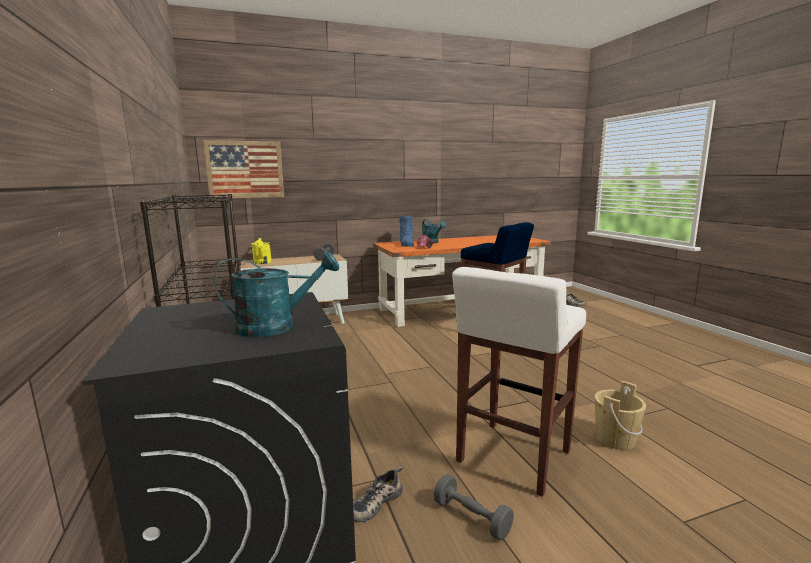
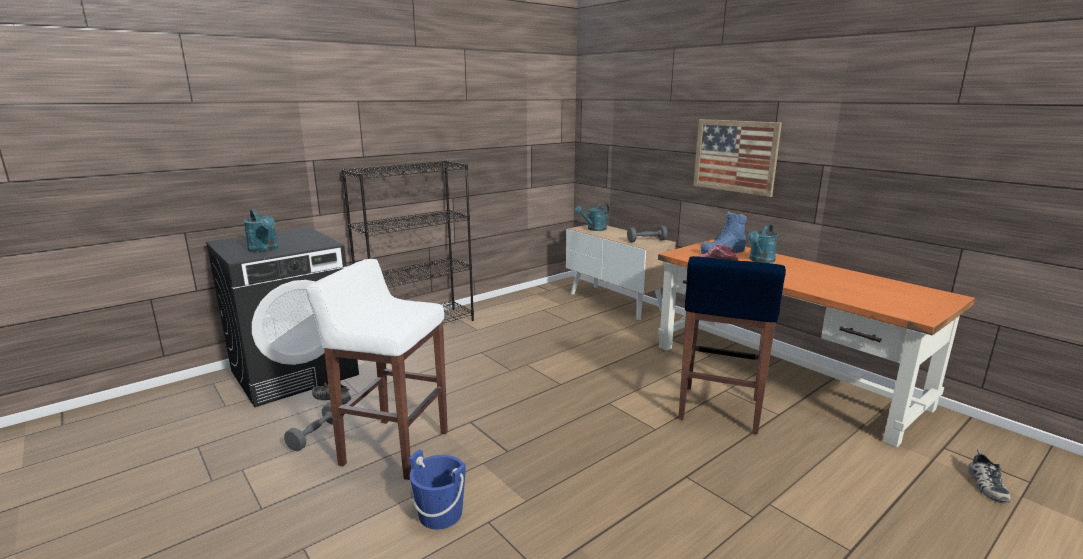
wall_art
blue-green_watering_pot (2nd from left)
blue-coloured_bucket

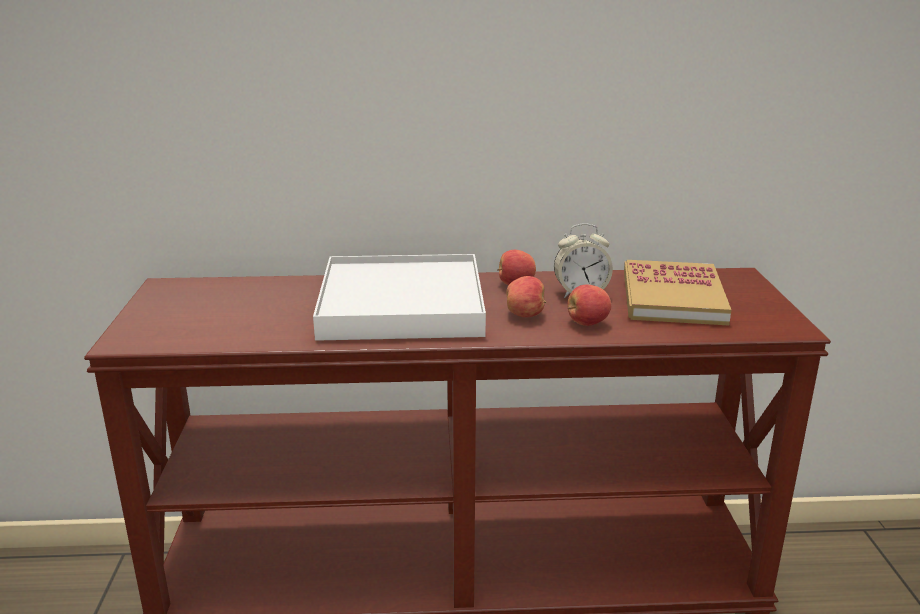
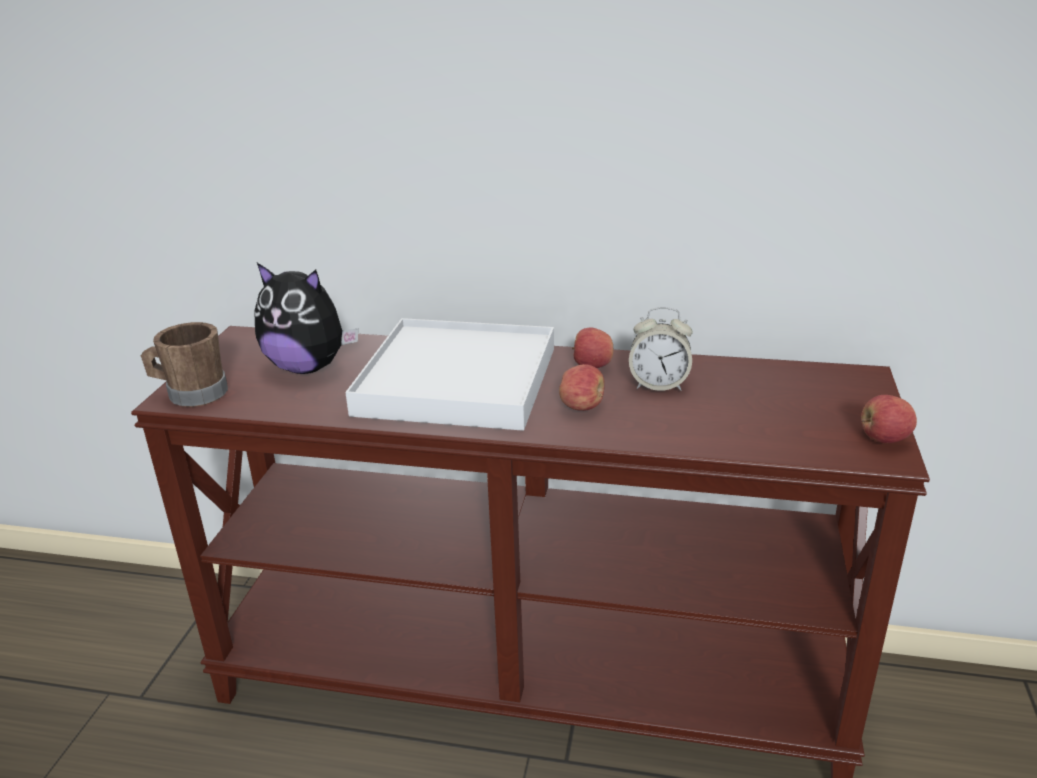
whole_apple (3rd from left)
bound_book
brownish_mug
soft_toy

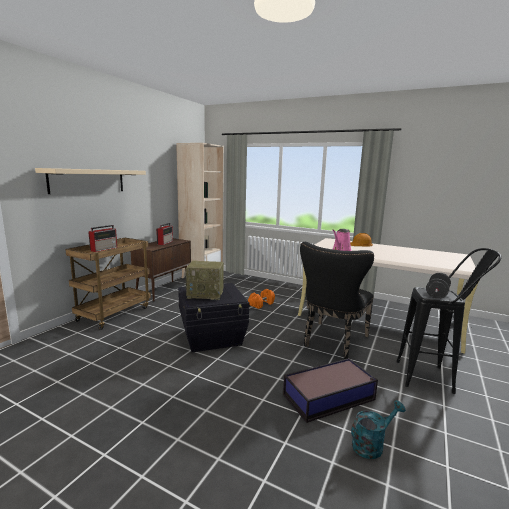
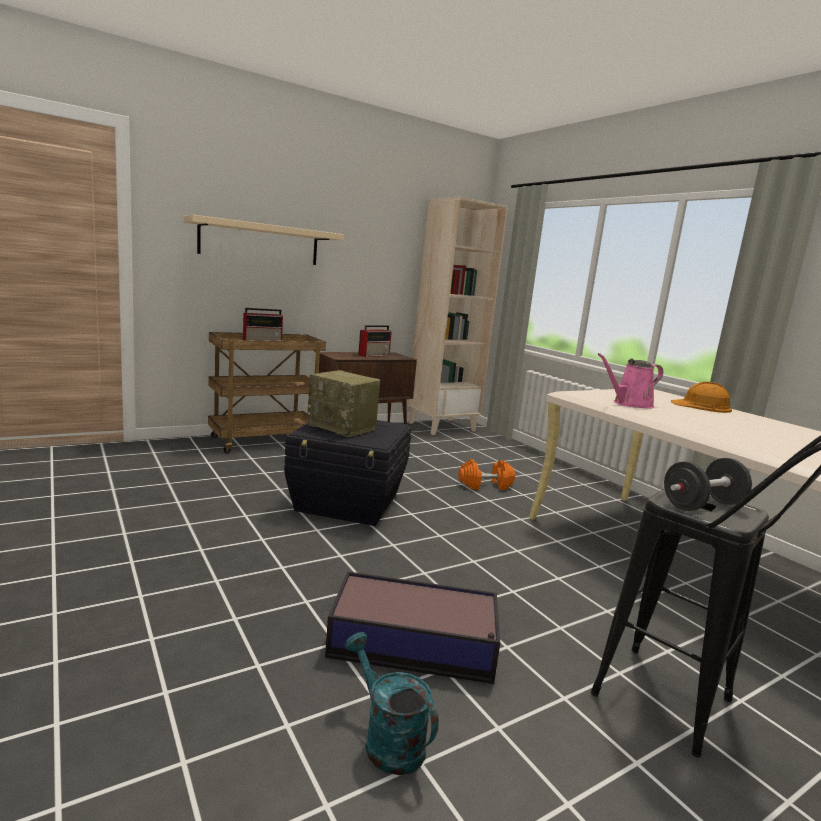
black_upright_chair
blue-green_watering_pot

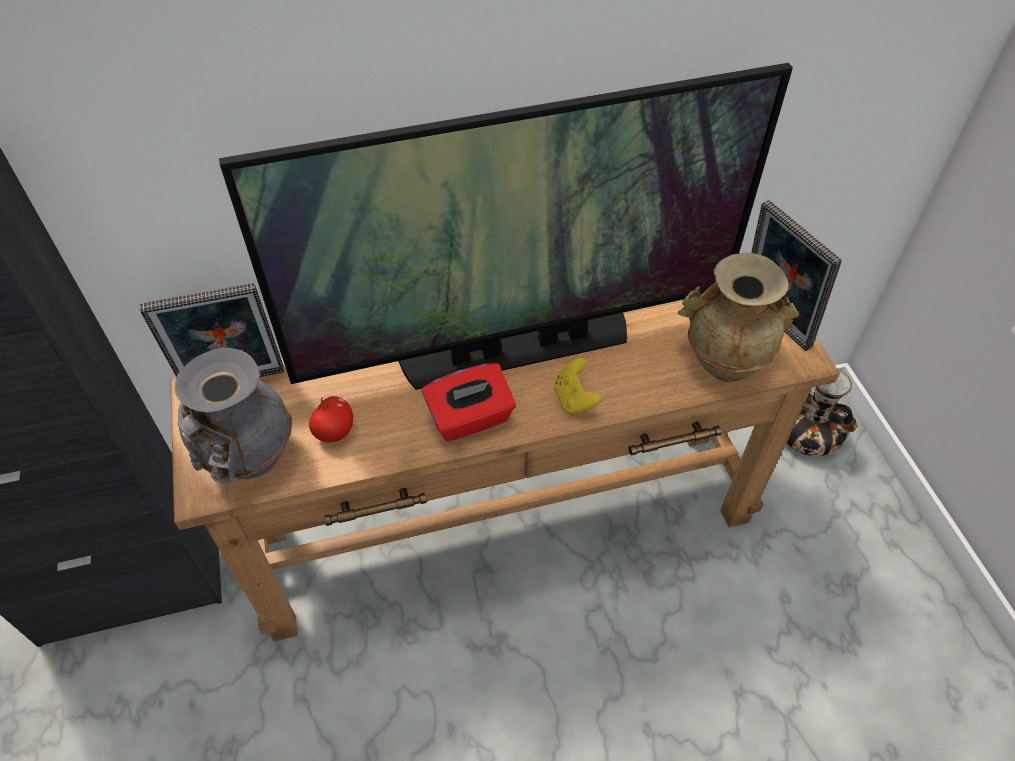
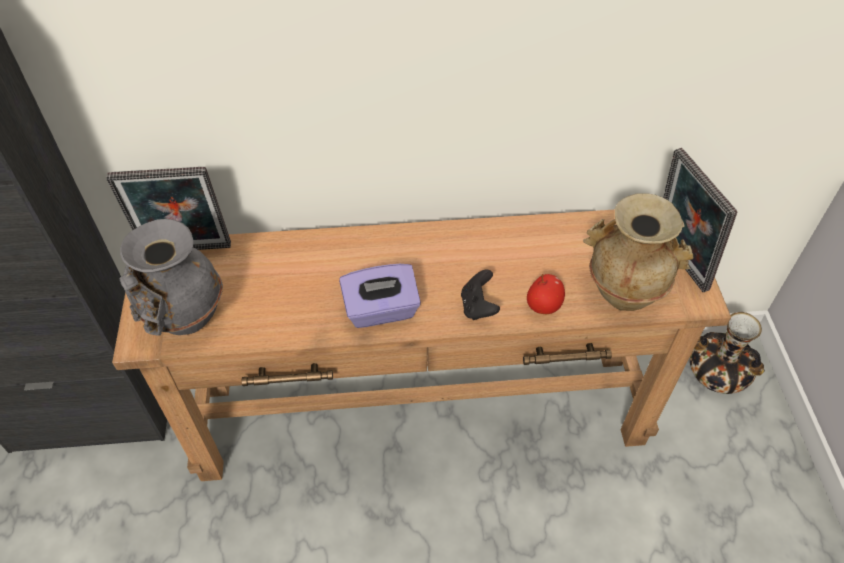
TV
whole_apple
purple_tissue_box
black_gamepad

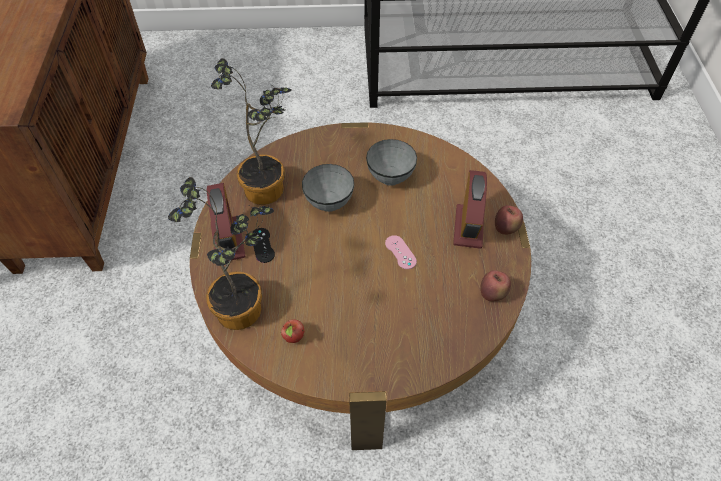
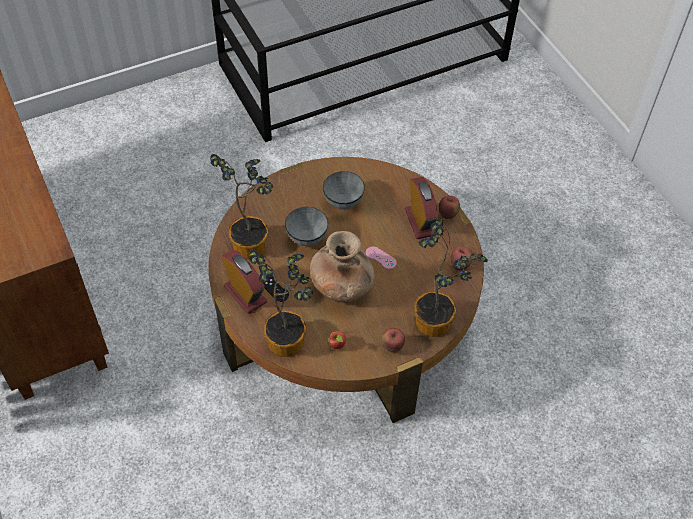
brownish_flower_vase
whole_apple (2nd from left)
potted_plant (3rd from left)

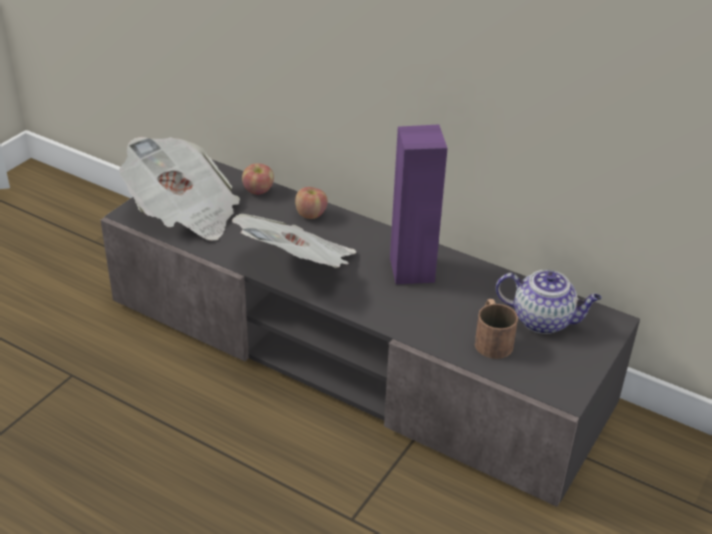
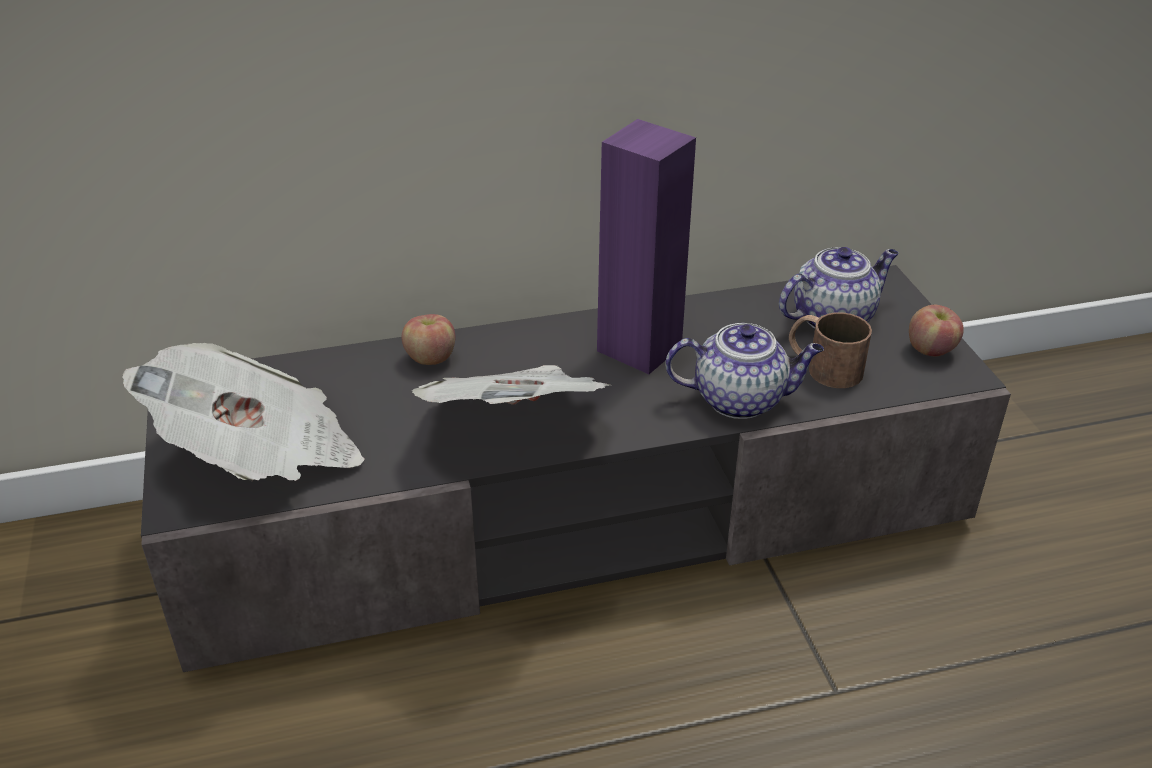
whole_apple (2nd from left)
teapot (1st from left)

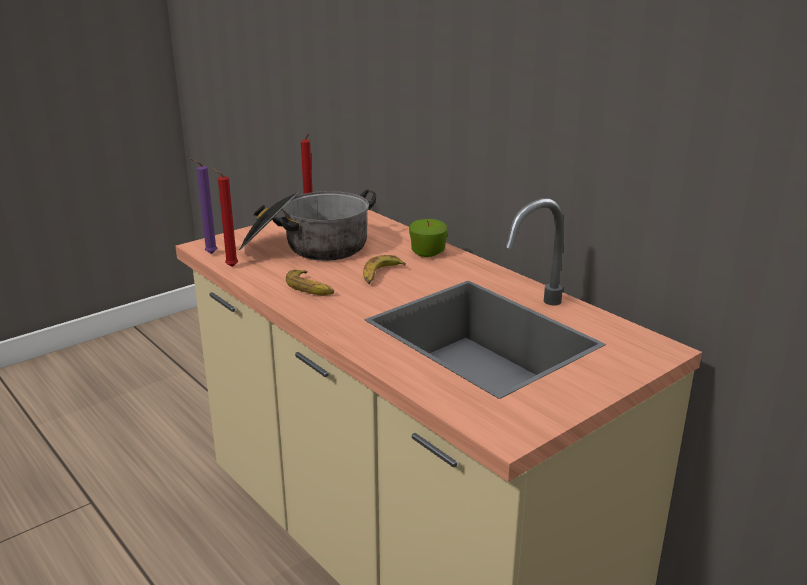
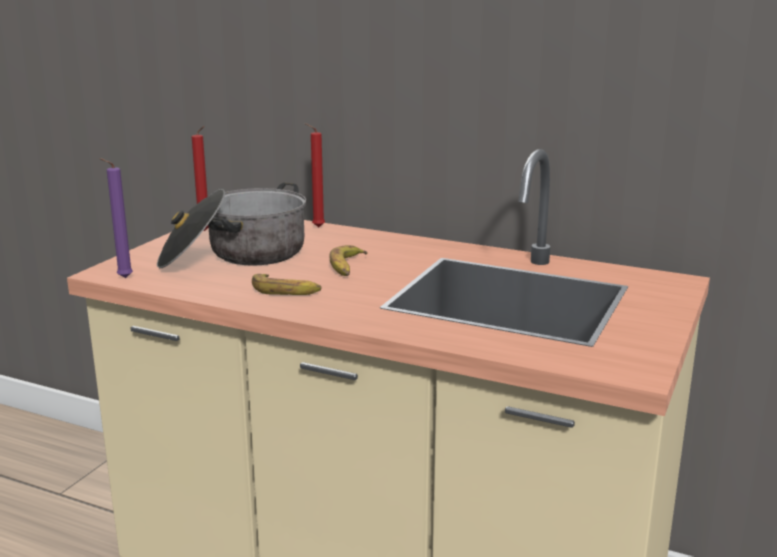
reddish_candle (2nd from left)
whole_apple

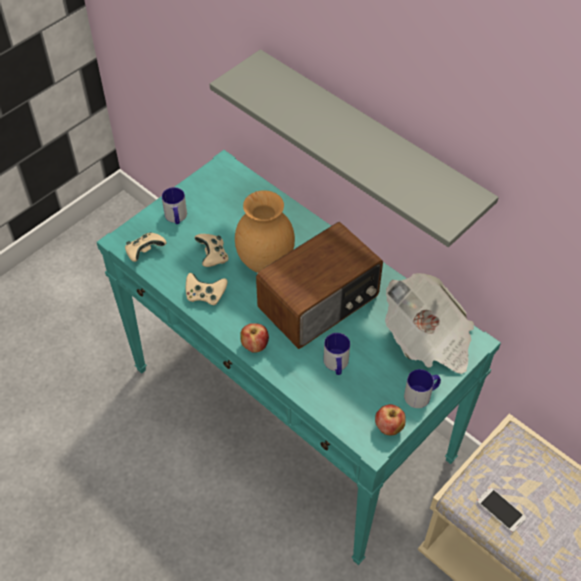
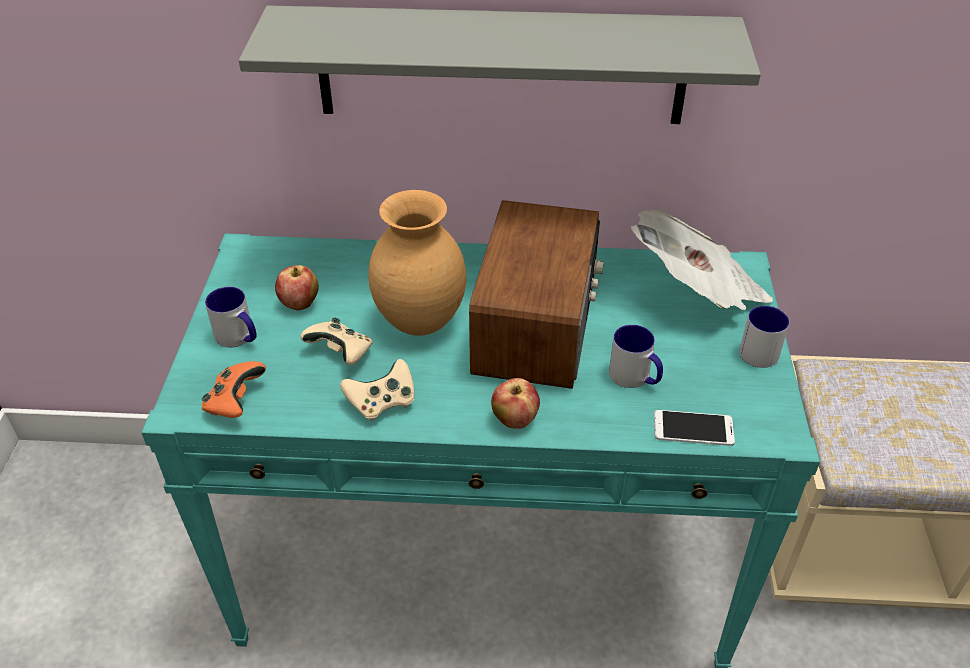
orange-coloured_gamepad
whole_apple (1st from left)
telephone

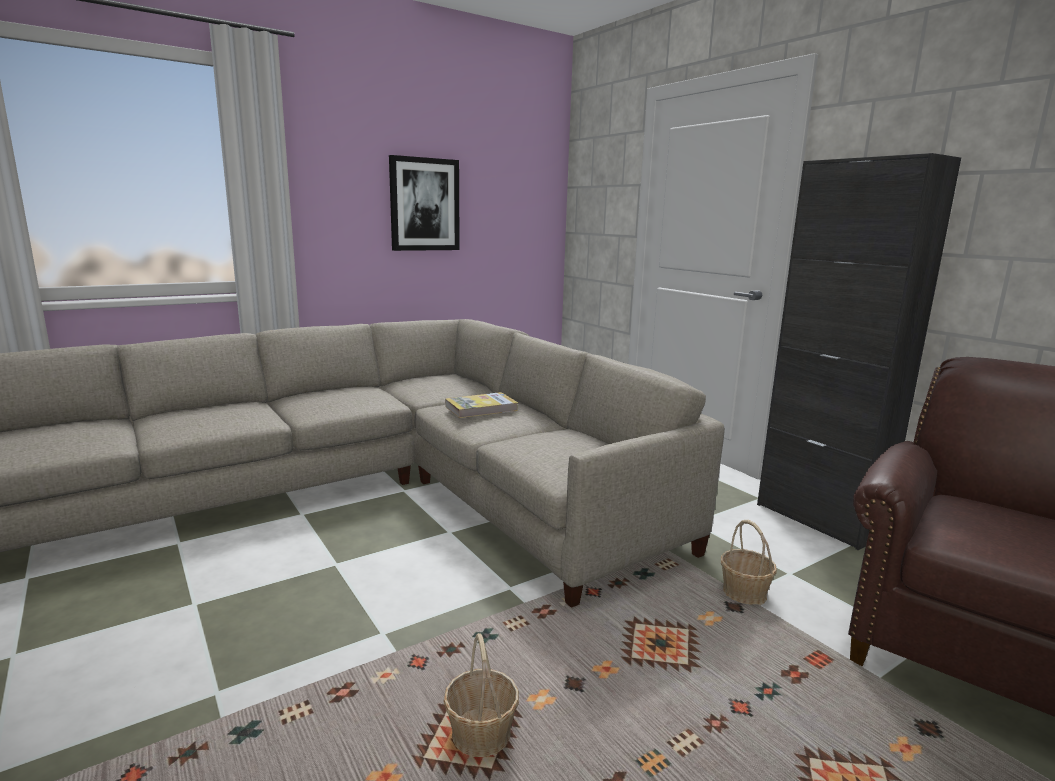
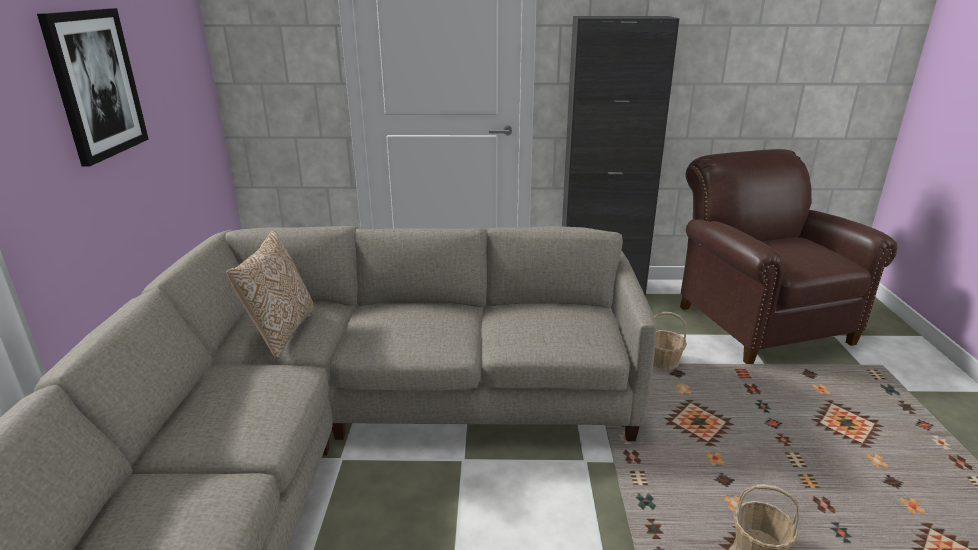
bound_book
pillow

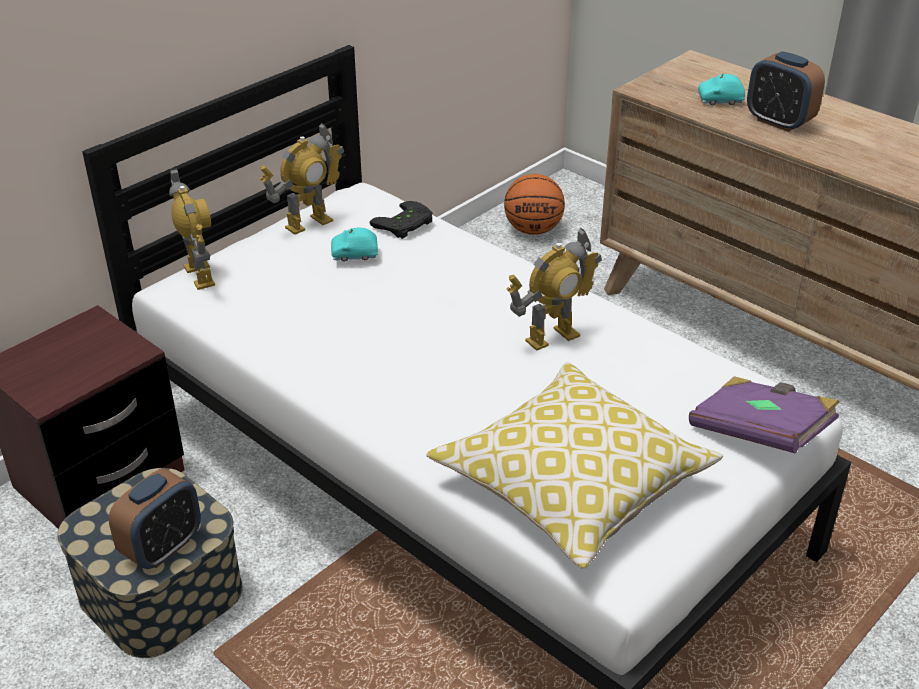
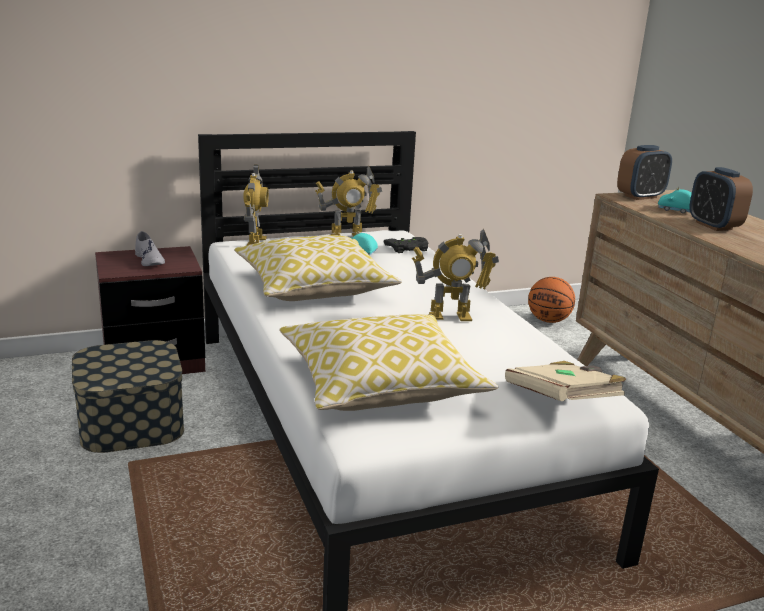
alarm_clock (1st from left)
beige-coloured_bound_book
grey_item_of_footwear
pillow (1st from left)

